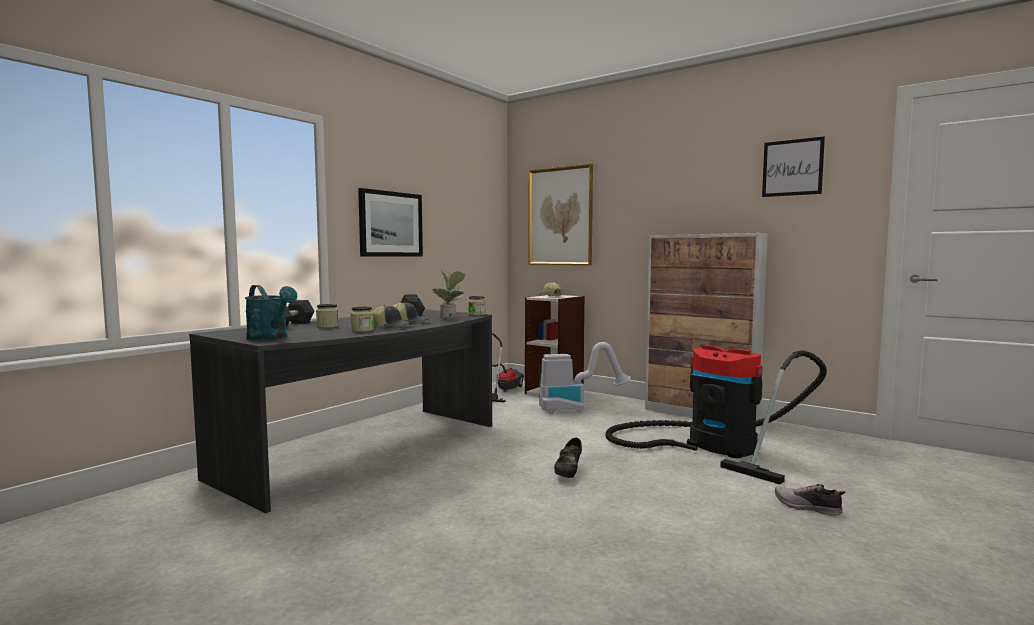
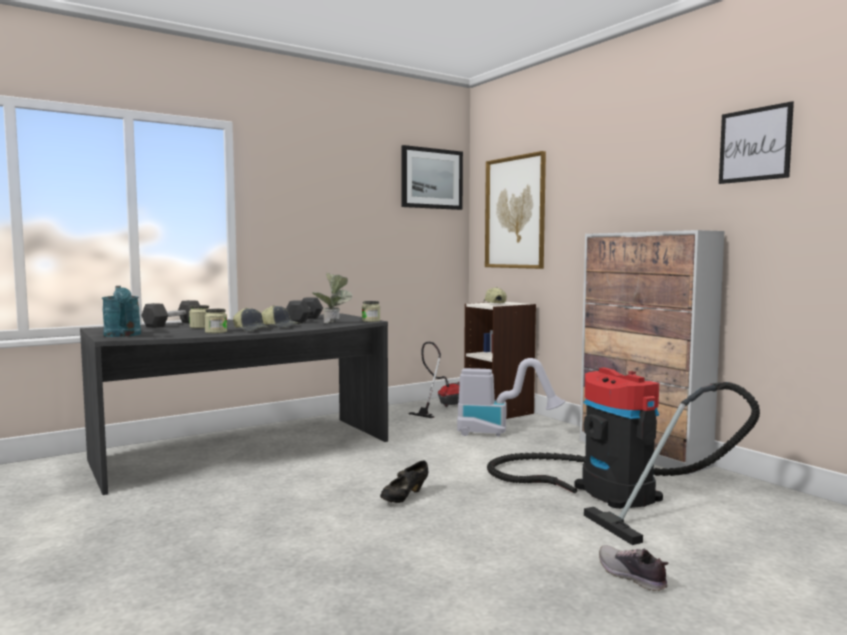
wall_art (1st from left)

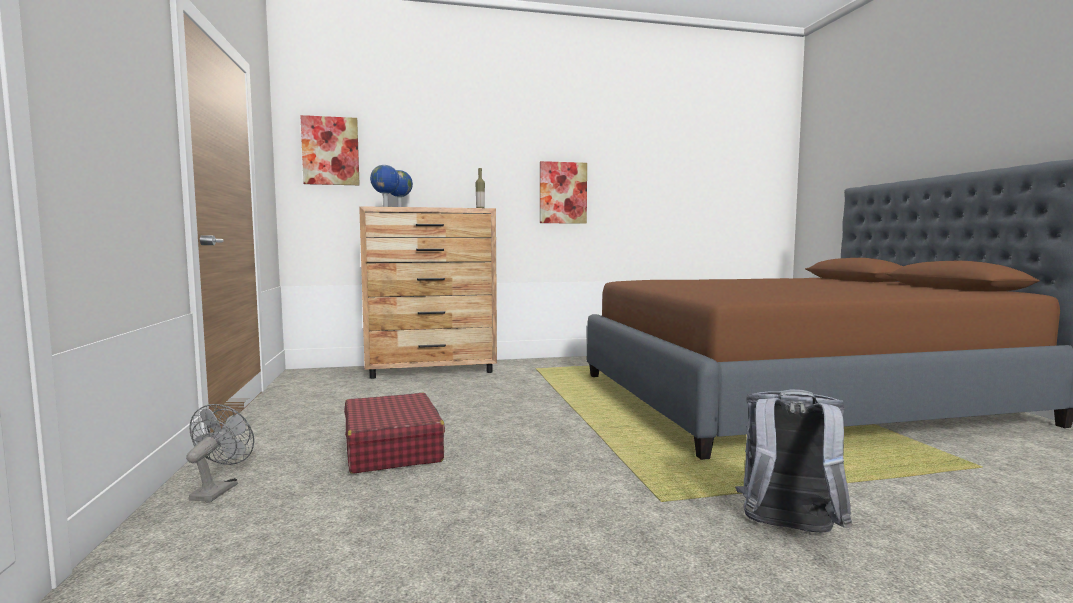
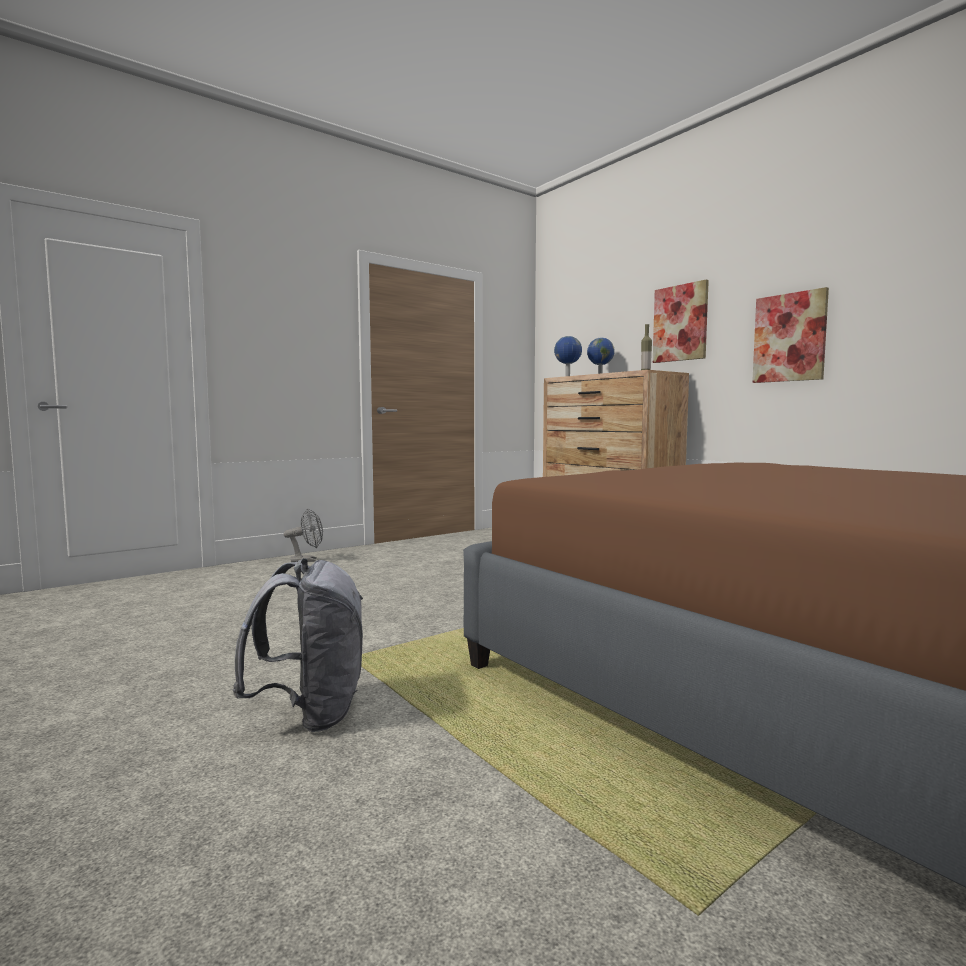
wall_art (1st from left)
reddish_travel_case

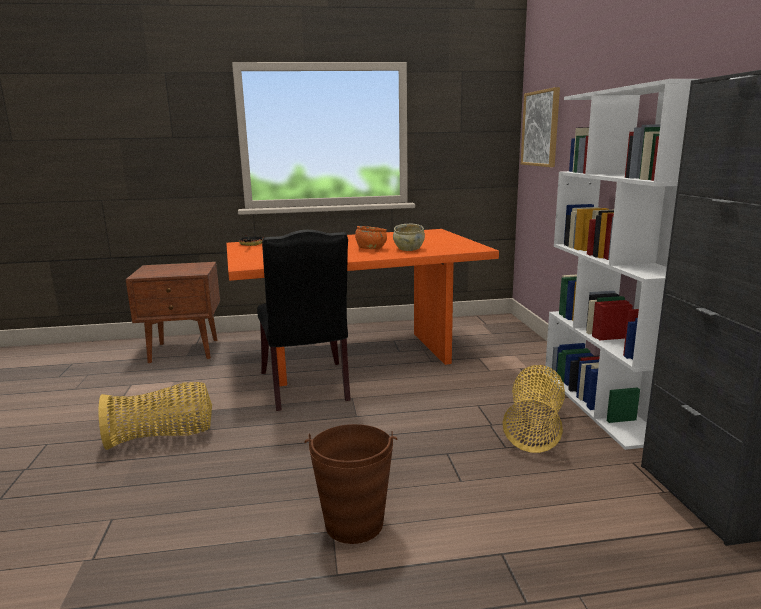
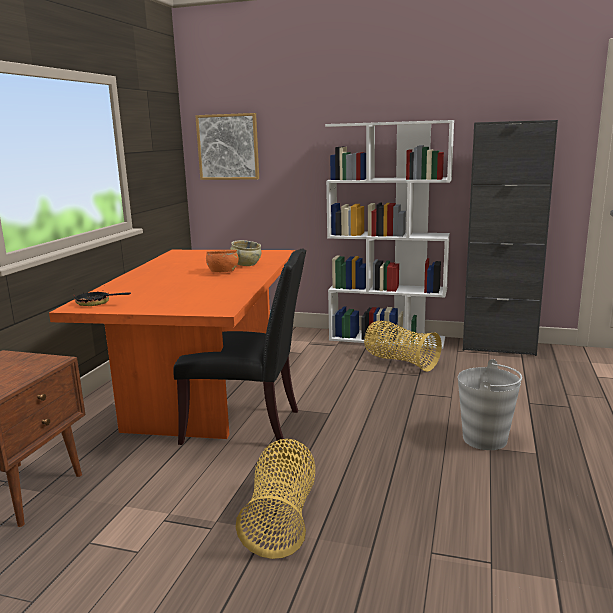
grey_bucket

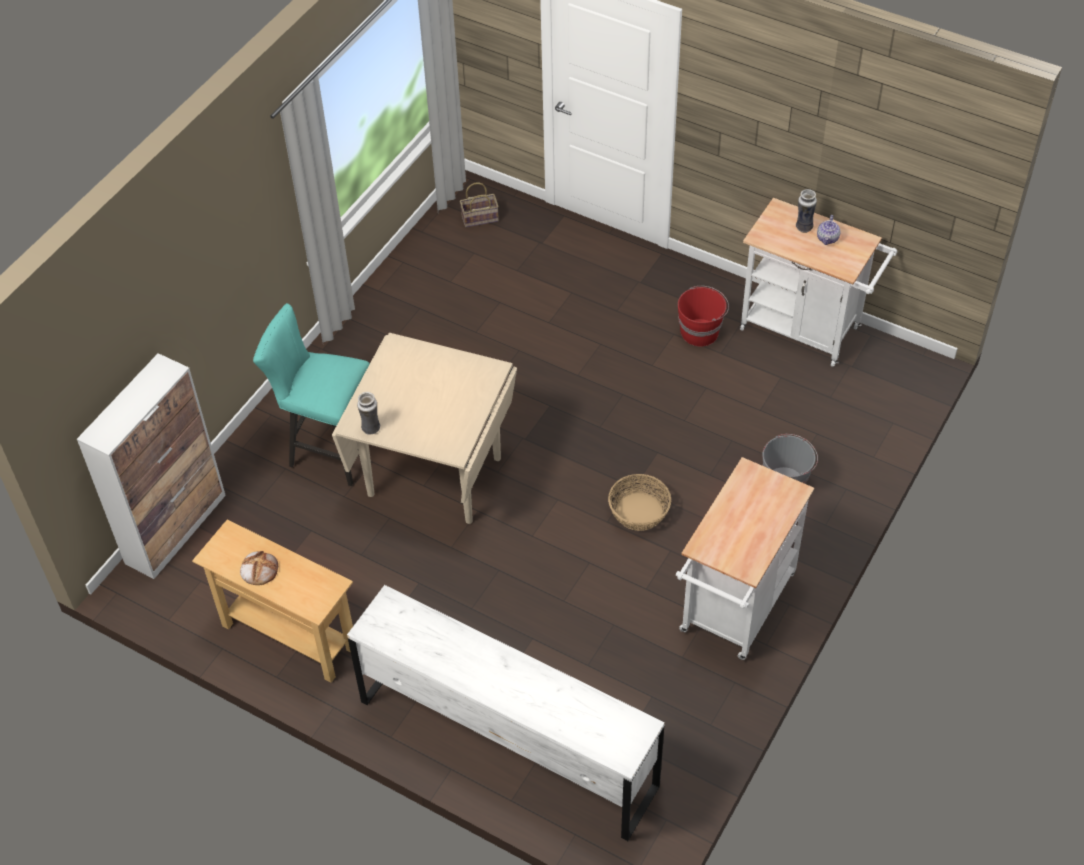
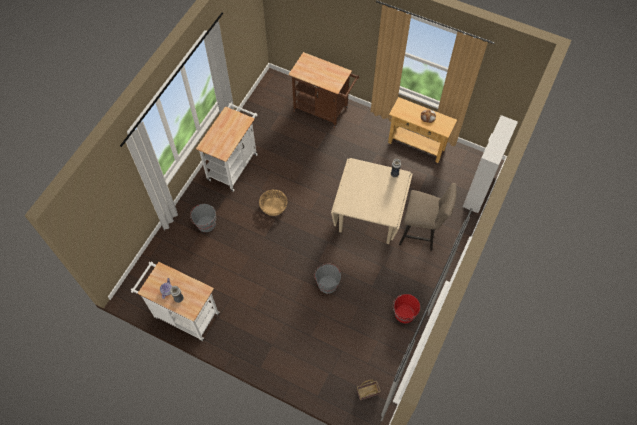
beige-coloured_stool
brownish_wheeled_cart
reddish_bucket
grey_bucket (2nd from left)

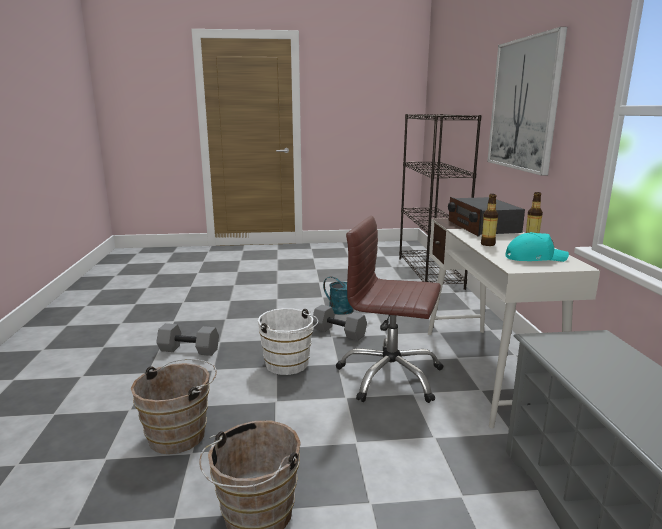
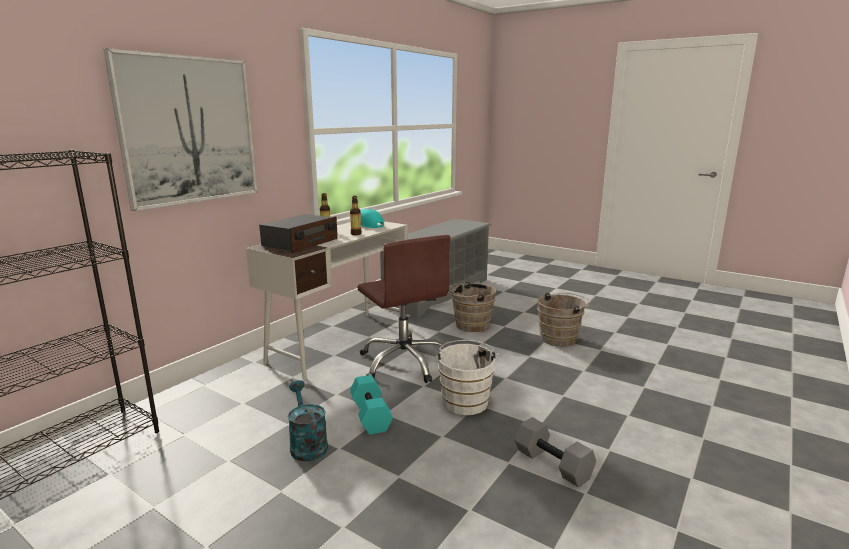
brownish_bucket (1st from left)
blue-green_free_weight

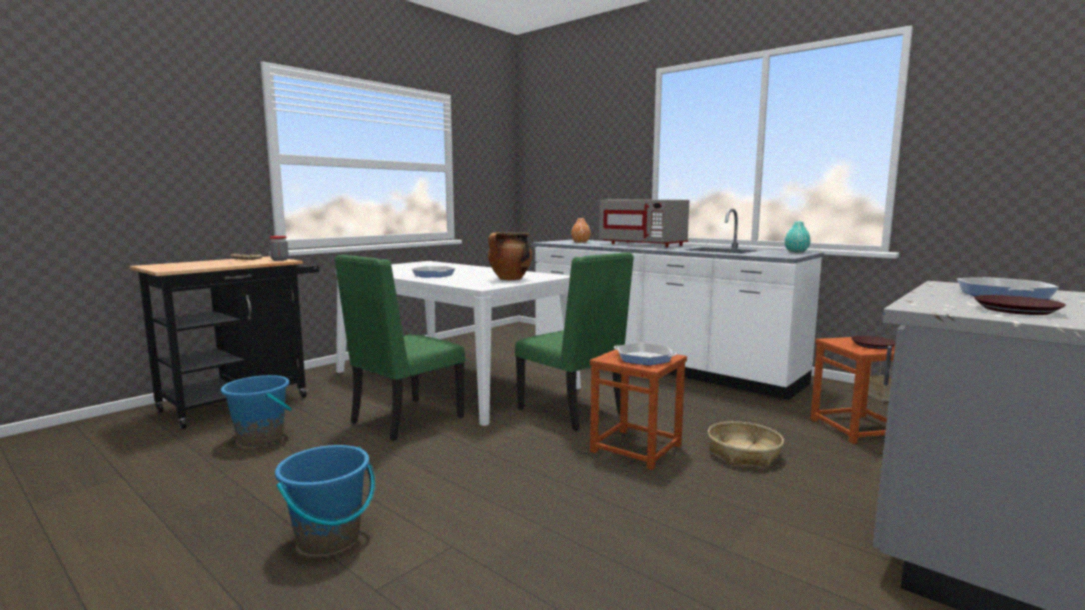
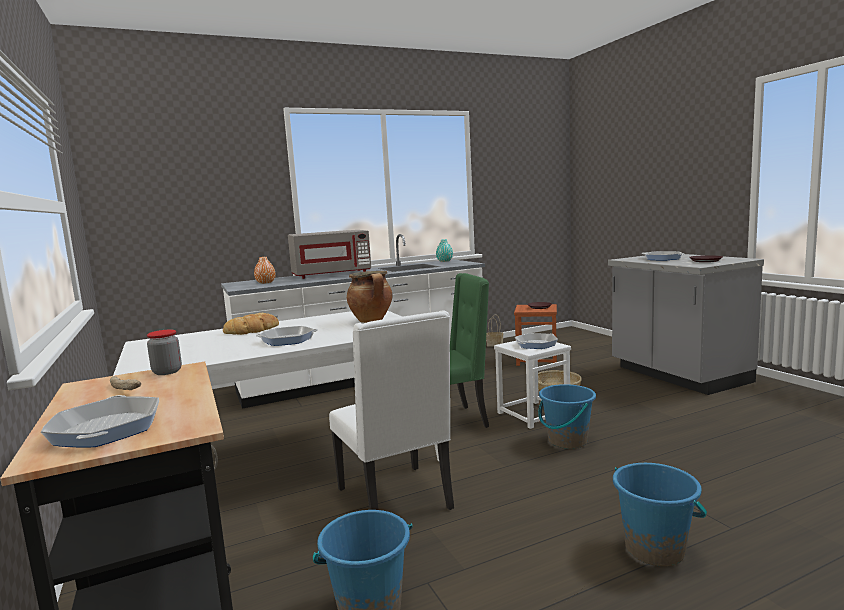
whitish_upright_chair
whitish_stool
skillet (1st from left)
bread (2nd from left)
blue-coloured_bucket (2nd from left)

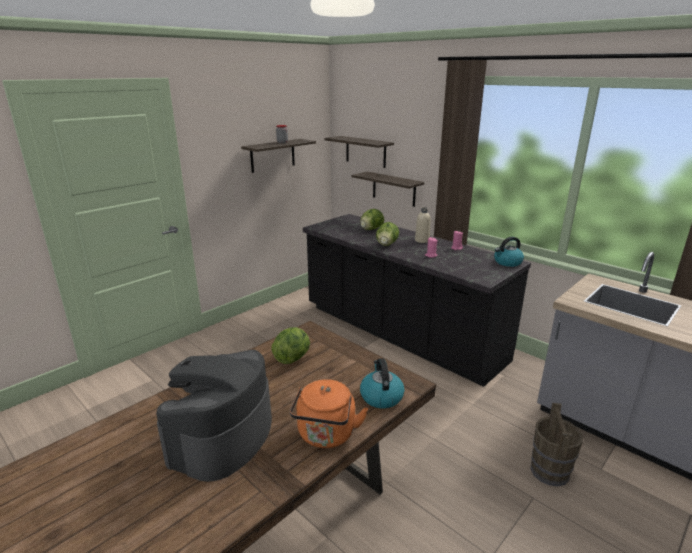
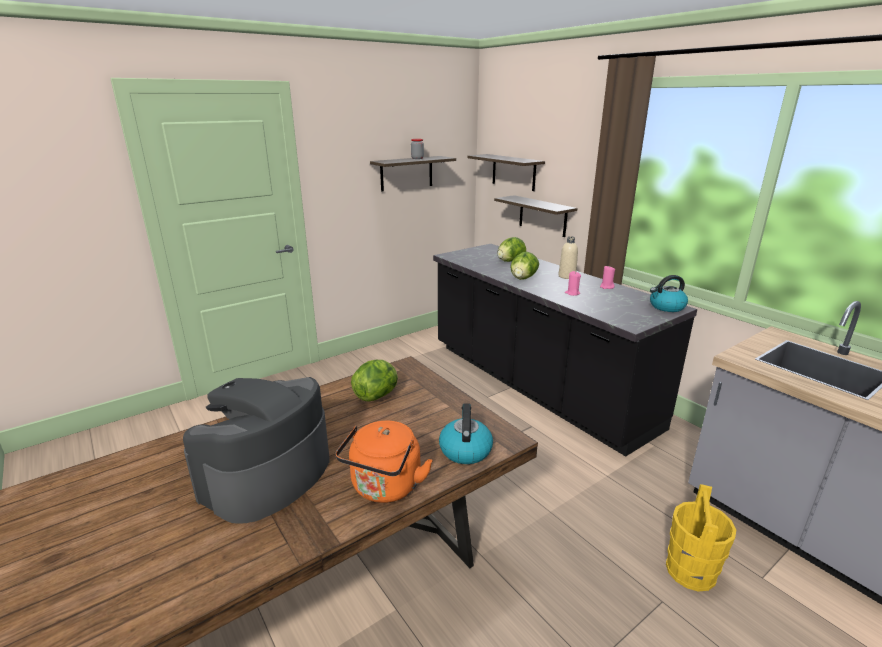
yellow-coloured_bucket

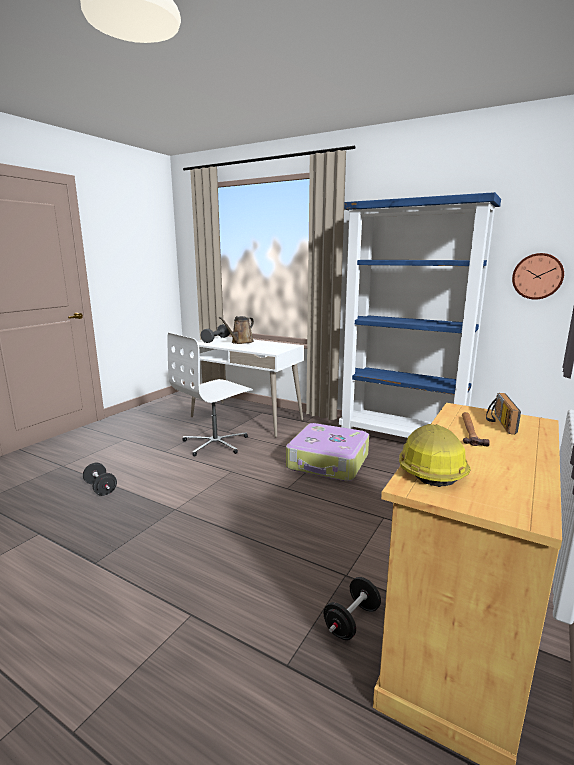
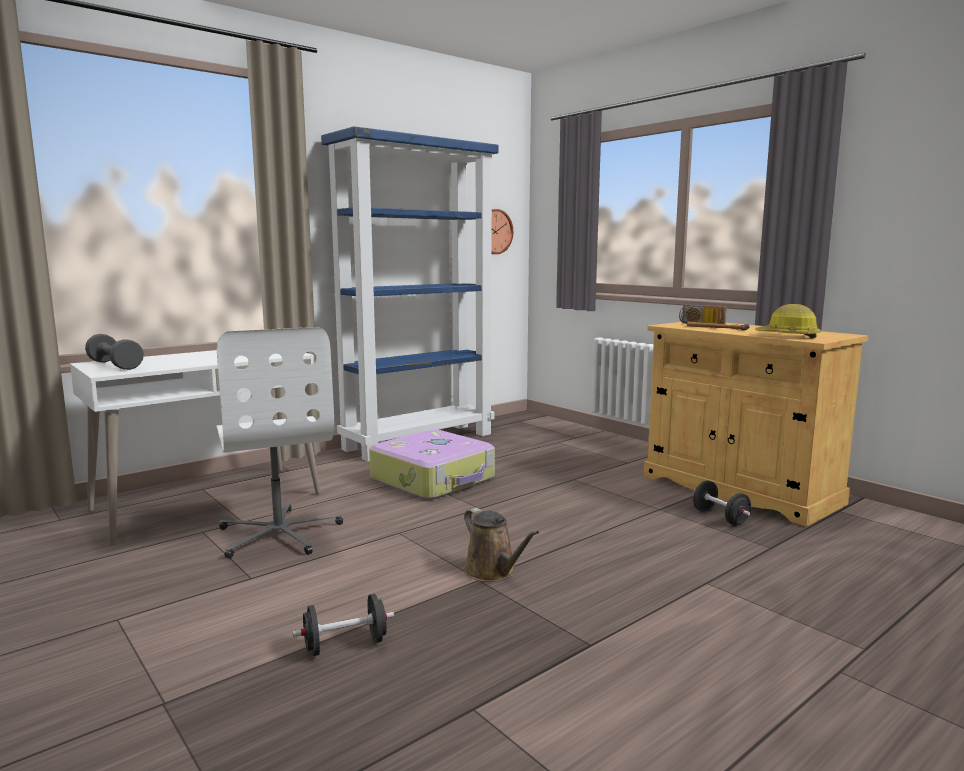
brownish_watering_pot

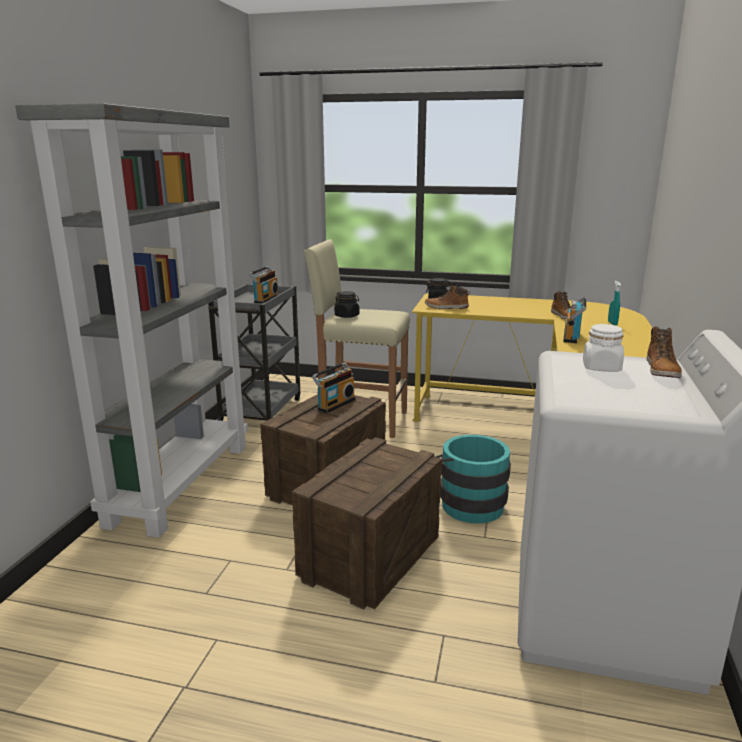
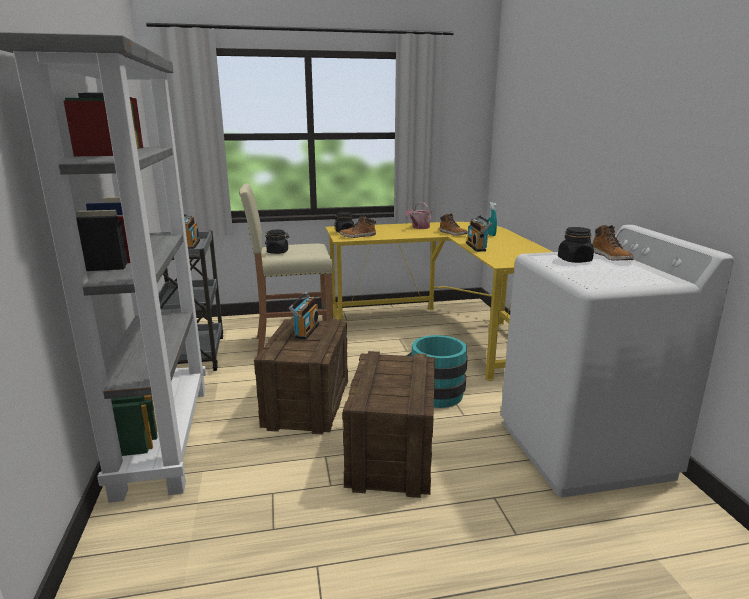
black_preserve_jar (3rd from left)
watering_pot

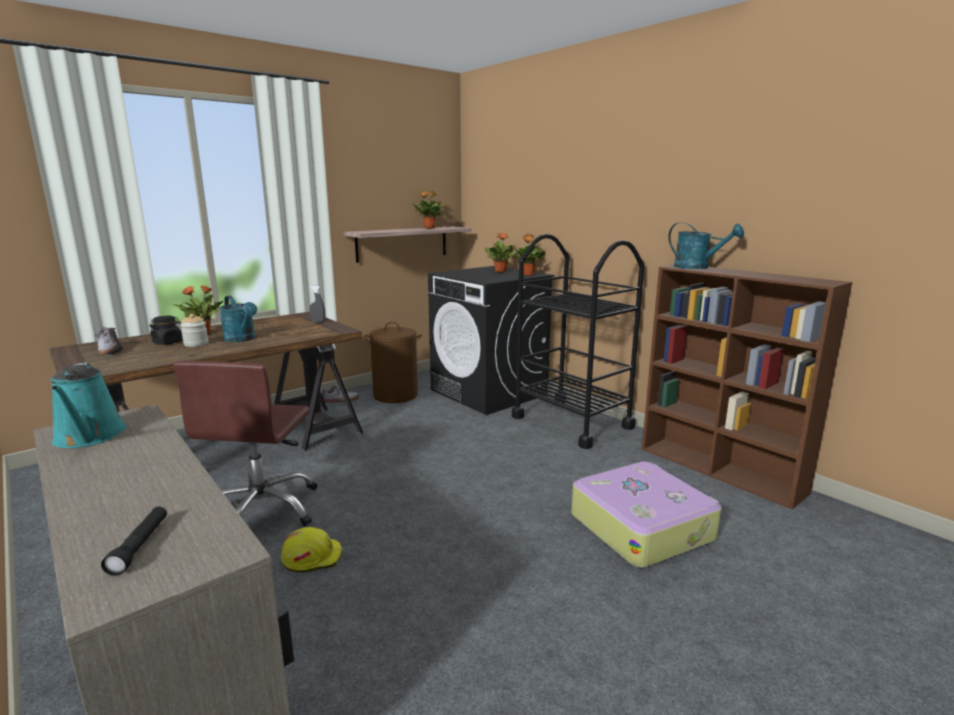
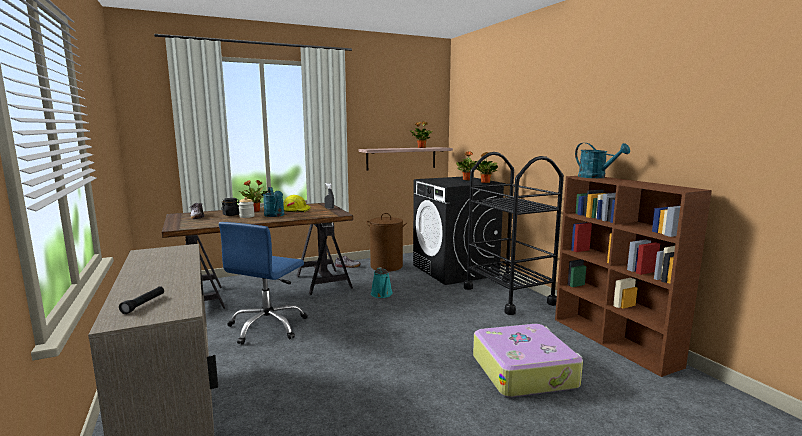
blue-green_watering_pot (2nd from left)
blue-coloured_computer_chair
yellow-coloured_work_helmet

